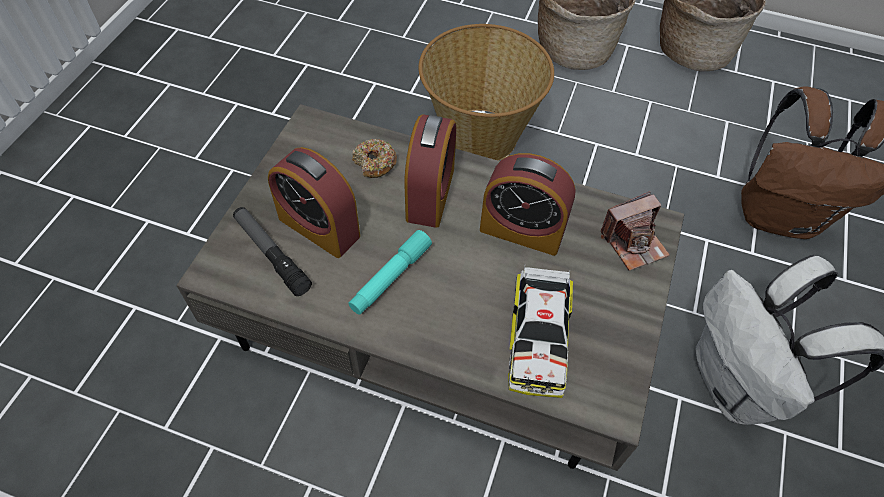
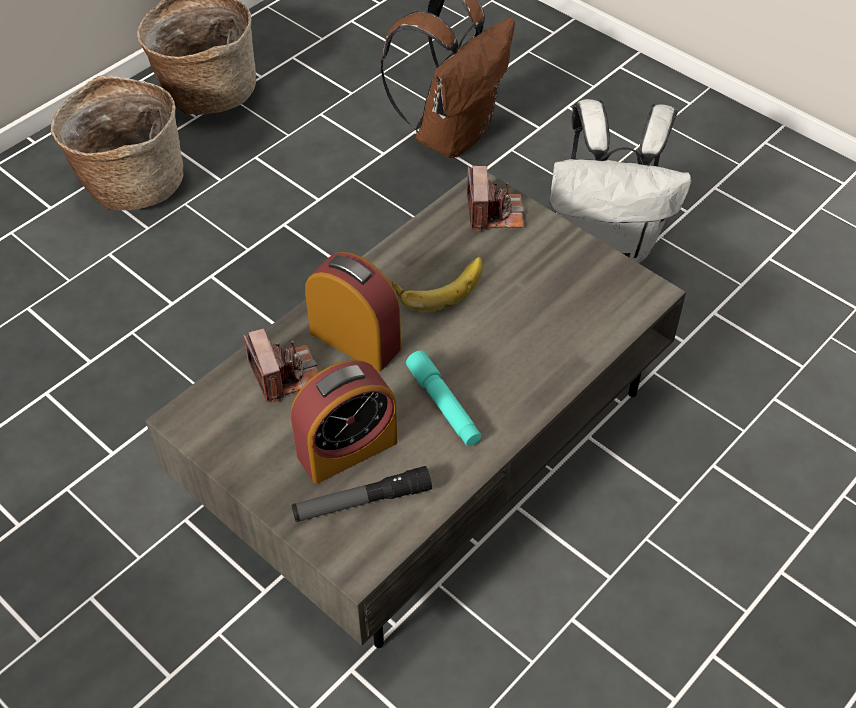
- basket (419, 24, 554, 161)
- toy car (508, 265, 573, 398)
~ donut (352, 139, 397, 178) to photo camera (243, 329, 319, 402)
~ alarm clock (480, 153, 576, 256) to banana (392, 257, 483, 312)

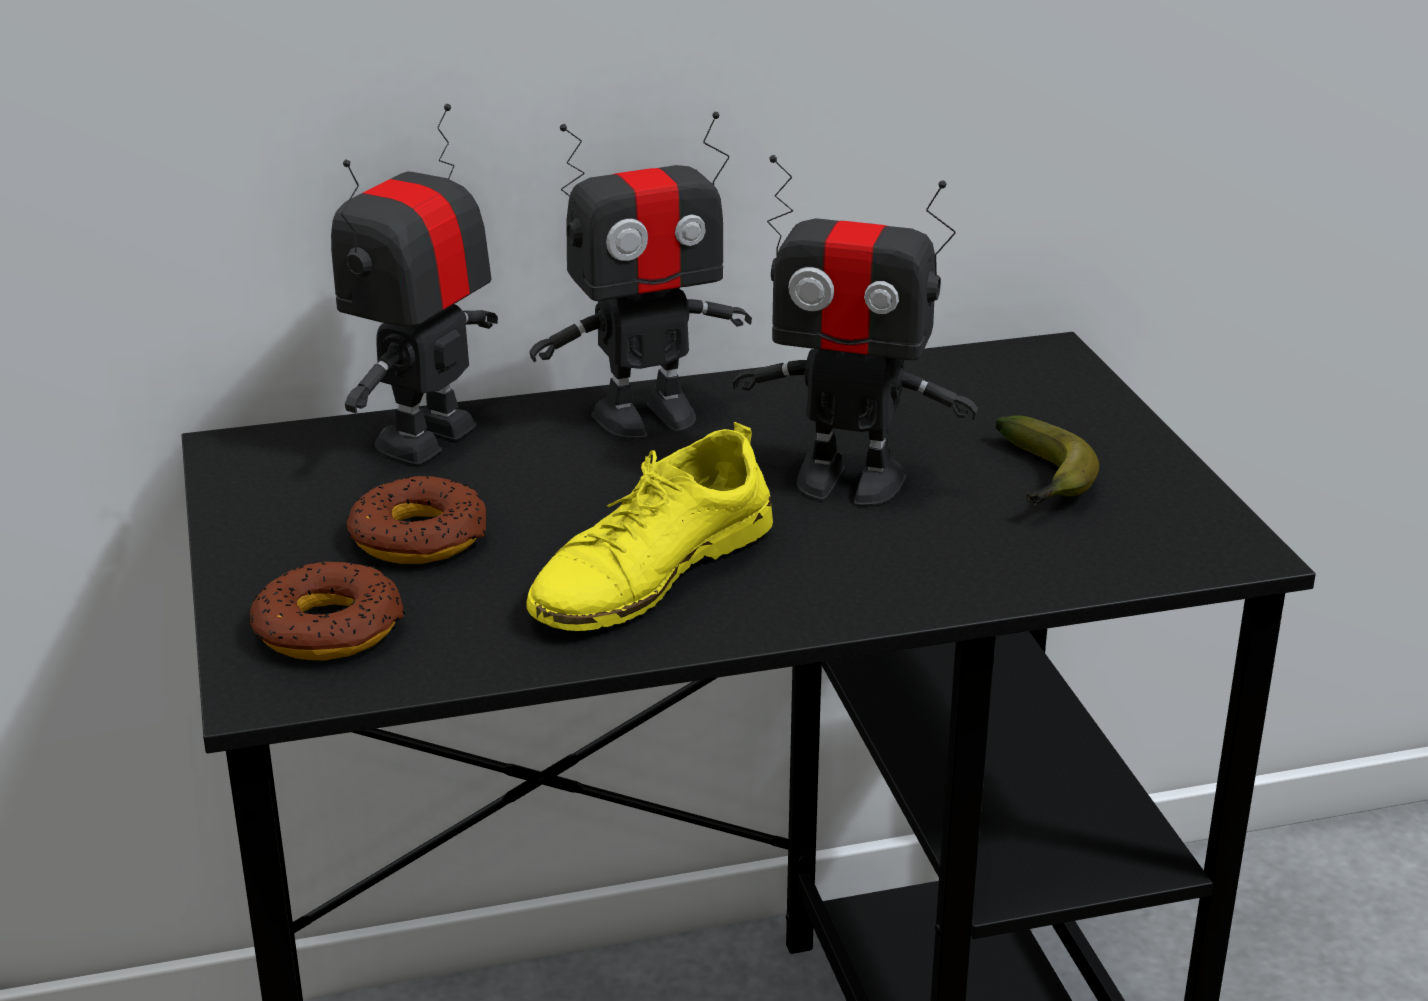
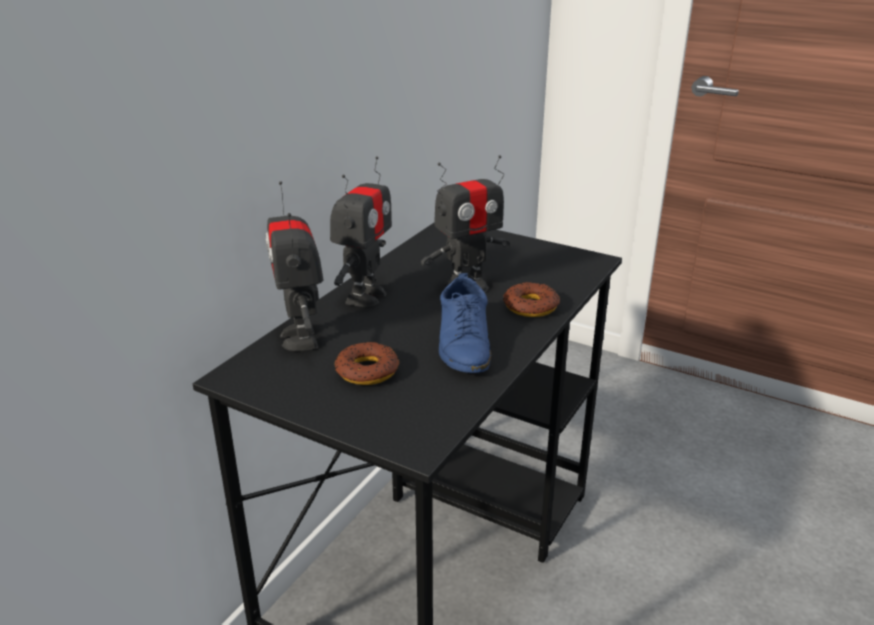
- banana (995, 415, 1099, 506)
~ donut (250, 560, 406, 660) to (503, 282, 560, 317)
~ yellow shoe (526, 422, 773, 631) to blue shoe (439, 273, 491, 373)

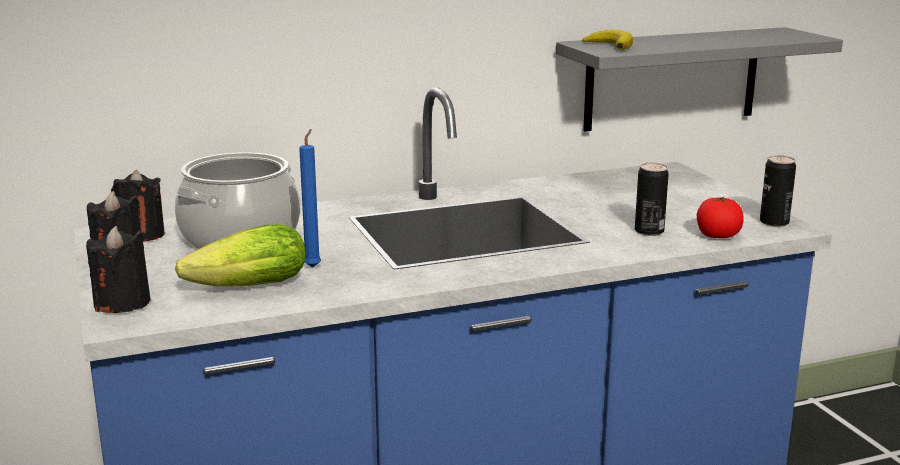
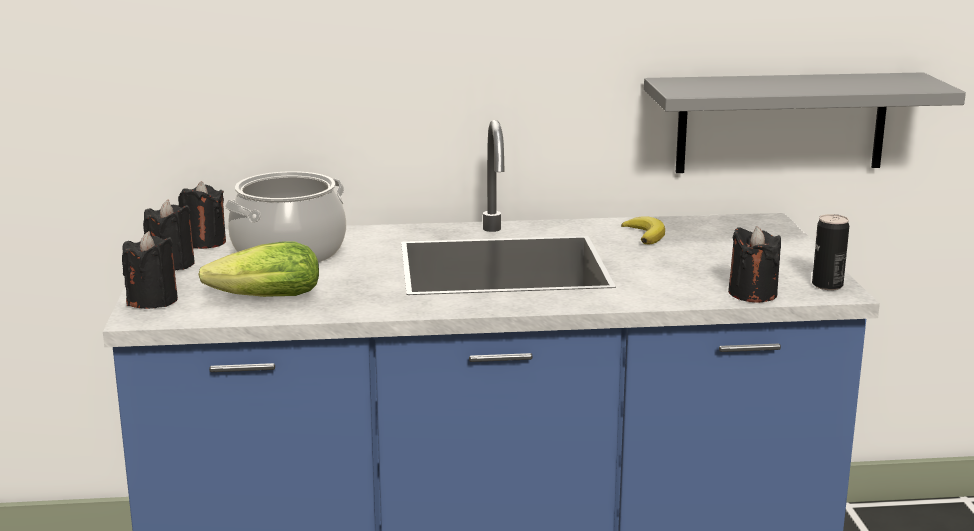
- blue candle (299, 129, 321, 268)
- can (635, 163, 669, 236)
~ banana (582, 30, 633, 50) to (621, 216, 665, 245)
~ tomato (697, 197, 744, 238) to black candle (728, 226, 781, 303)

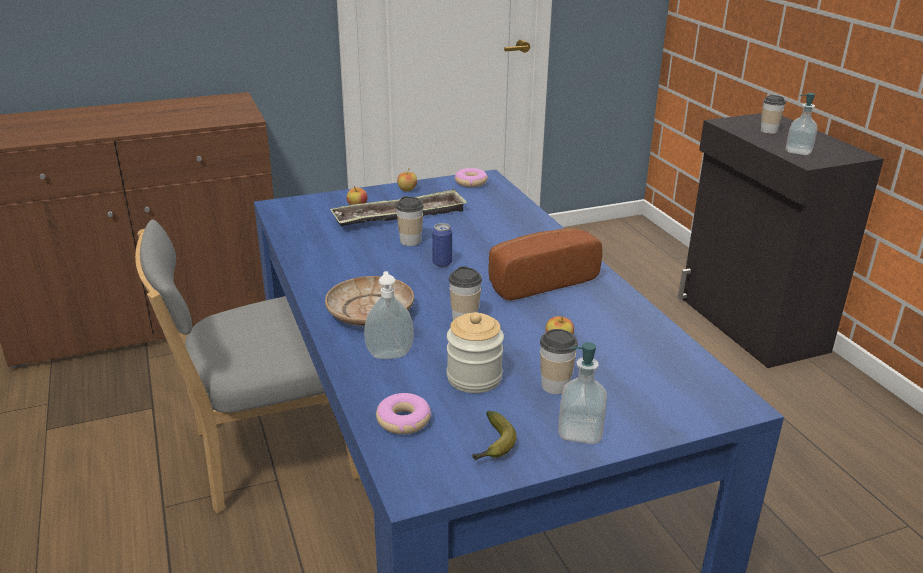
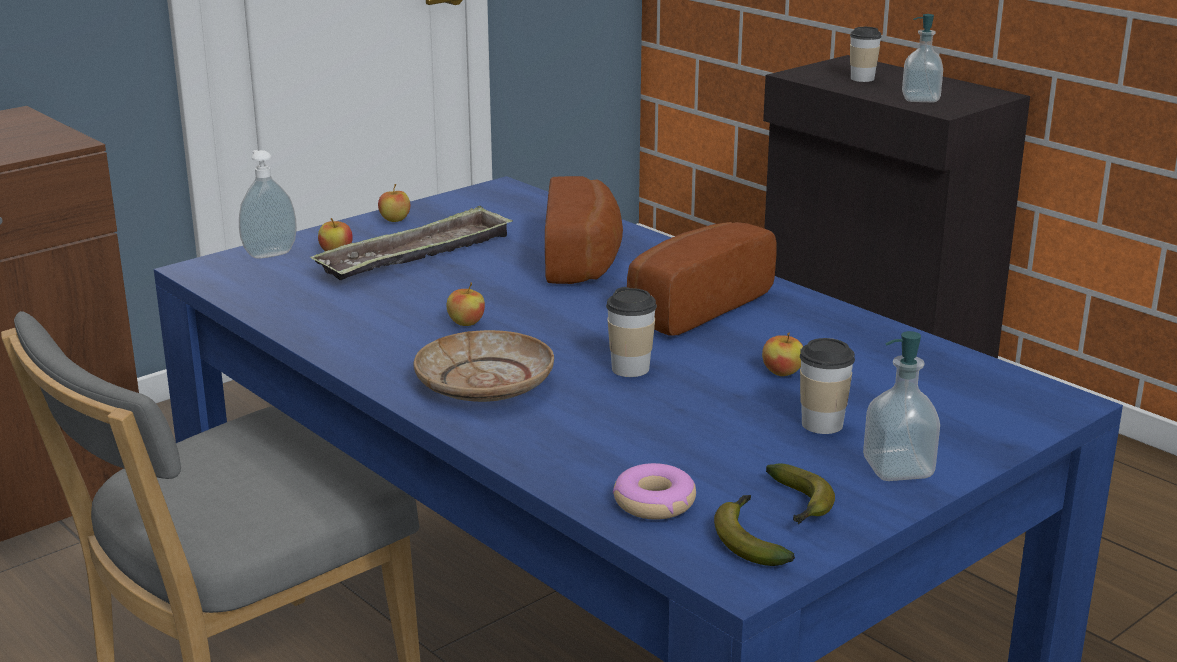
- cup (396, 196, 424, 246)
- can (432, 223, 452, 267)
- jar (447, 312, 504, 393)
- donut (455, 168, 488, 187)
+ apple (446, 282, 485, 326)
+ bread (545, 176, 623, 284)
+ banana (714, 495, 795, 566)
~ soap dispenser (364, 271, 414, 359) to (239, 150, 297, 259)

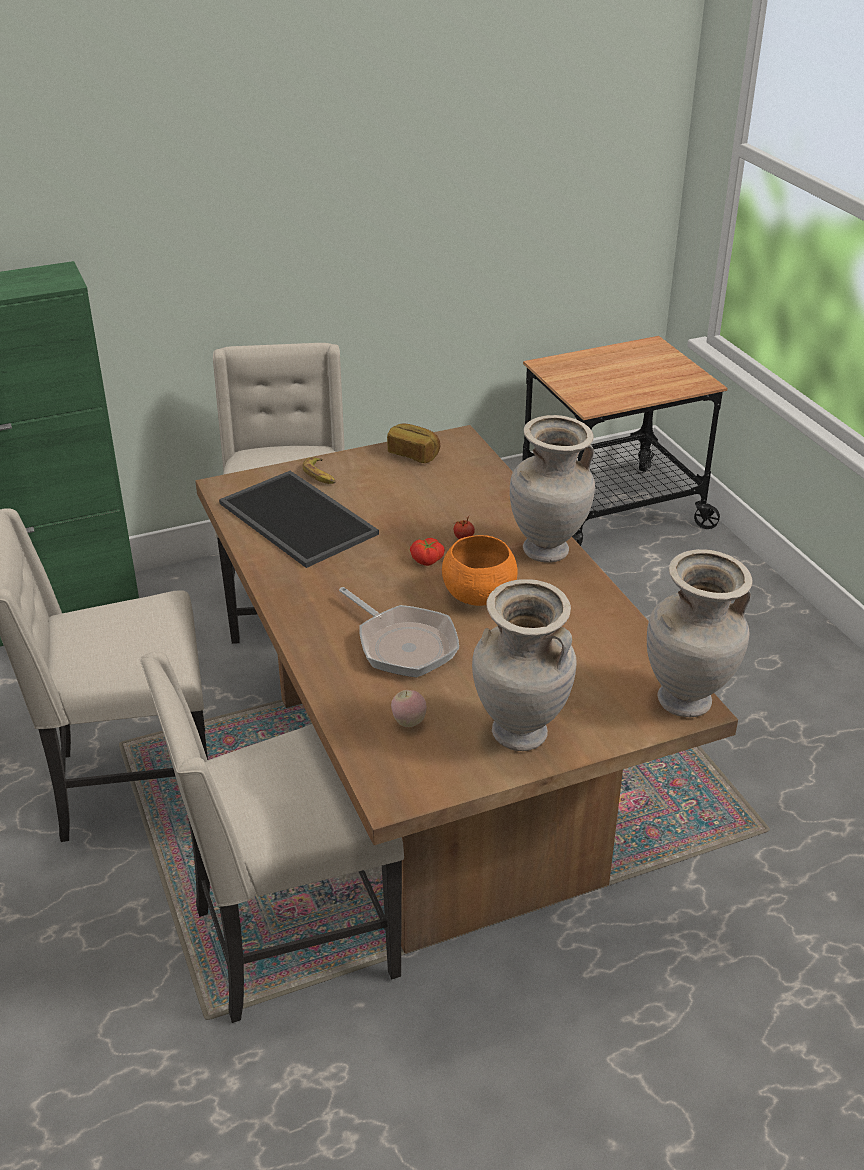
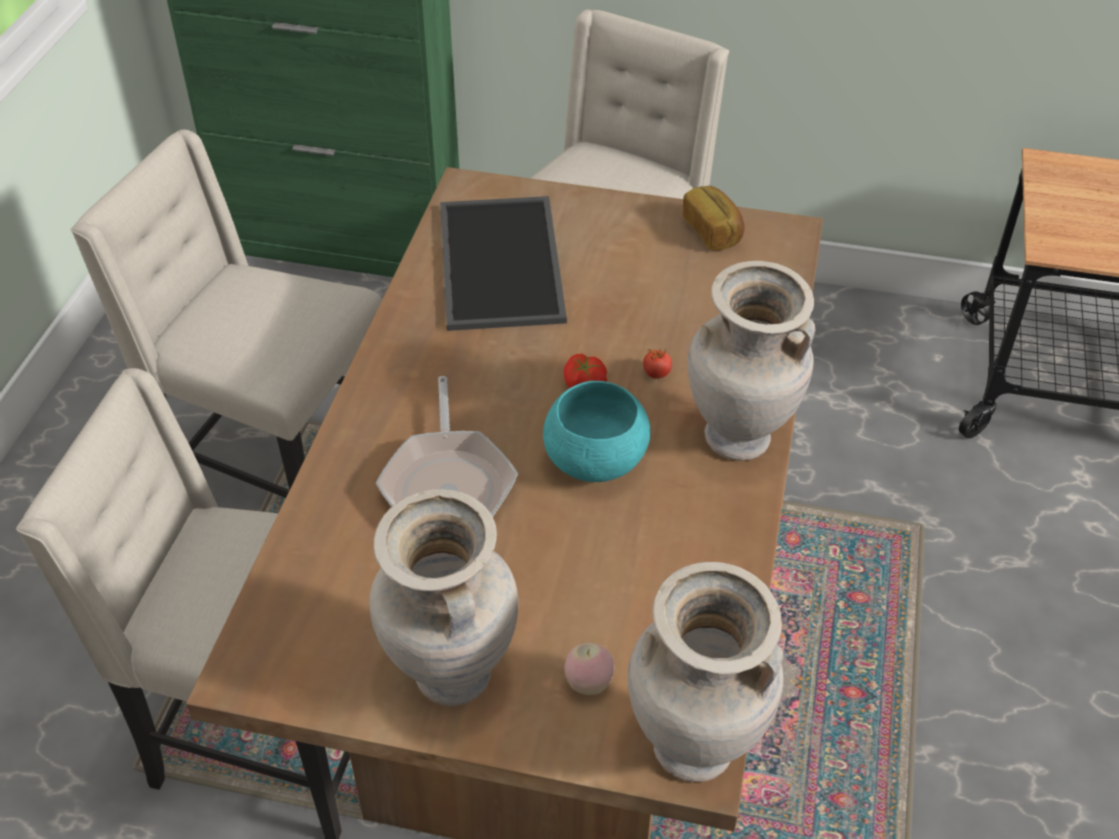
- banana (302, 457, 336, 484)
~ apple (391, 690, 427, 727) to (564, 643, 614, 695)
~ orange bowl (442, 535, 518, 606) to turquoise bowl (543, 381, 650, 482)

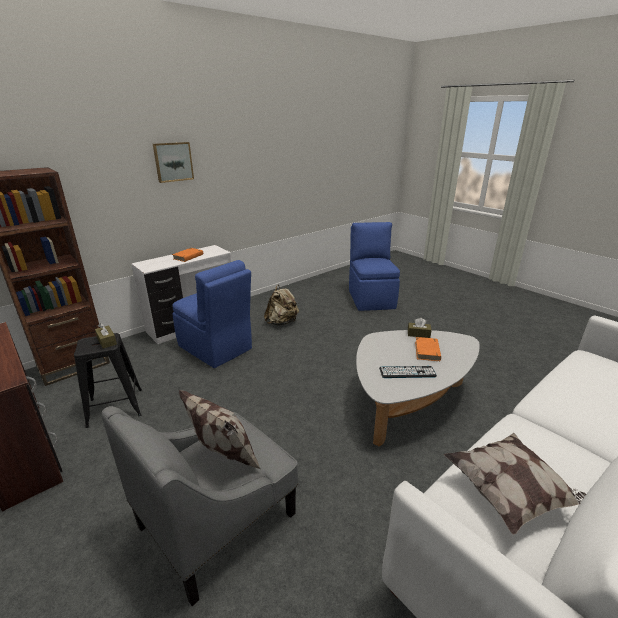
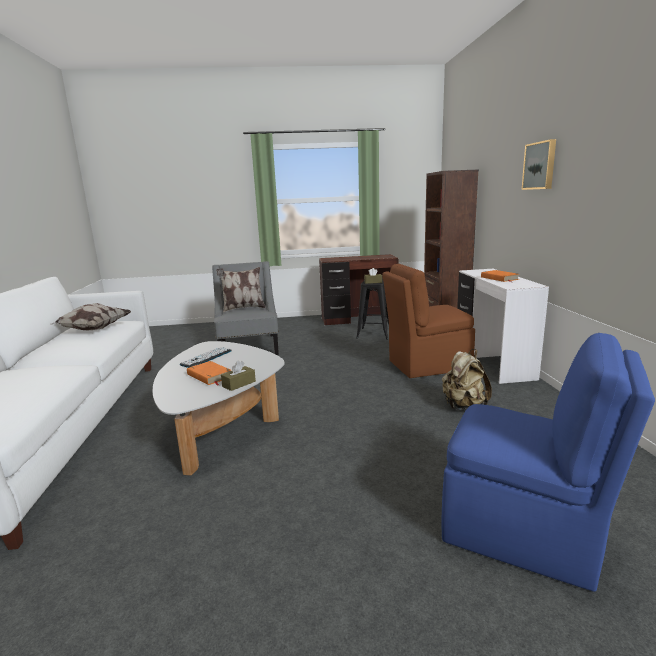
~ blue chair (172, 260, 252, 368) to brown chair (382, 264, 475, 378)

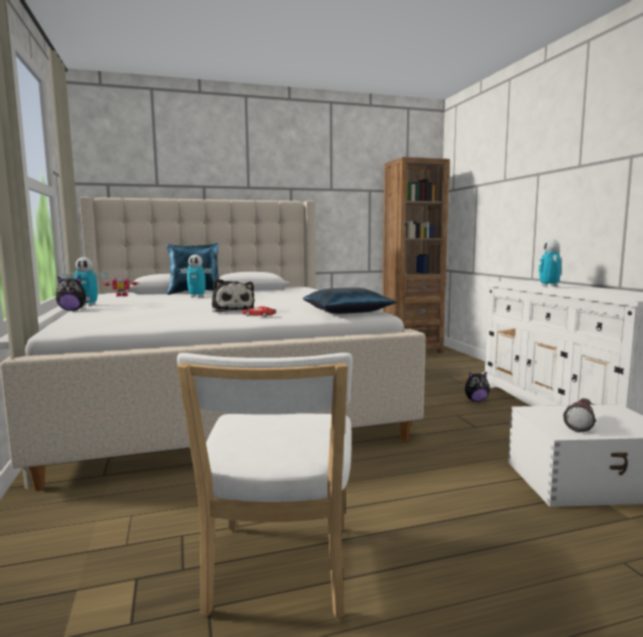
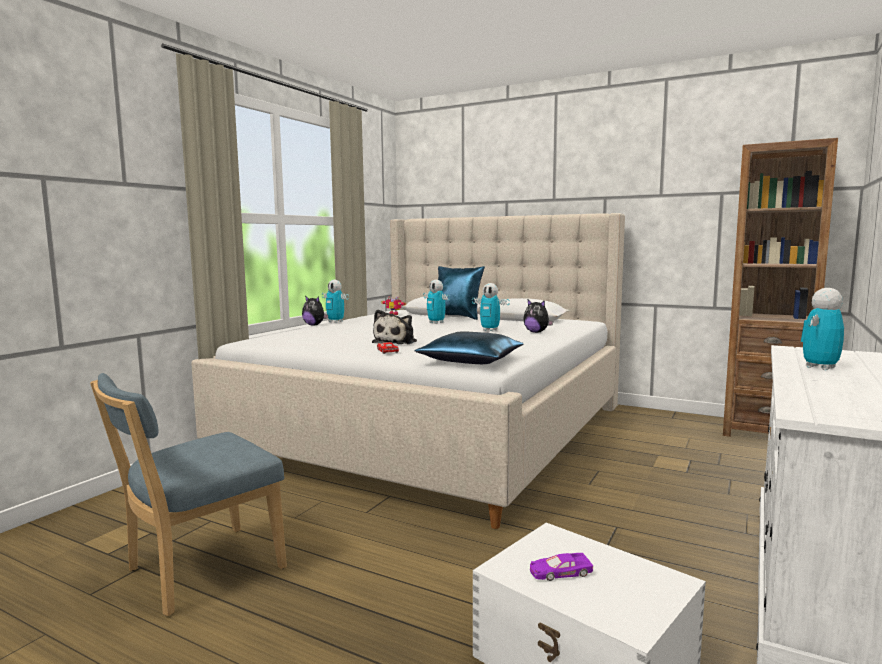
+ toy robot (472, 283, 510, 331)
~ plush toy (465, 372, 490, 402) to (523, 300, 553, 333)
~ flashlight (563, 398, 596, 432) to purple toy car (530, 553, 593, 581)
~ white chair (177, 353, 353, 618) to blue chair (90, 373, 287, 616)

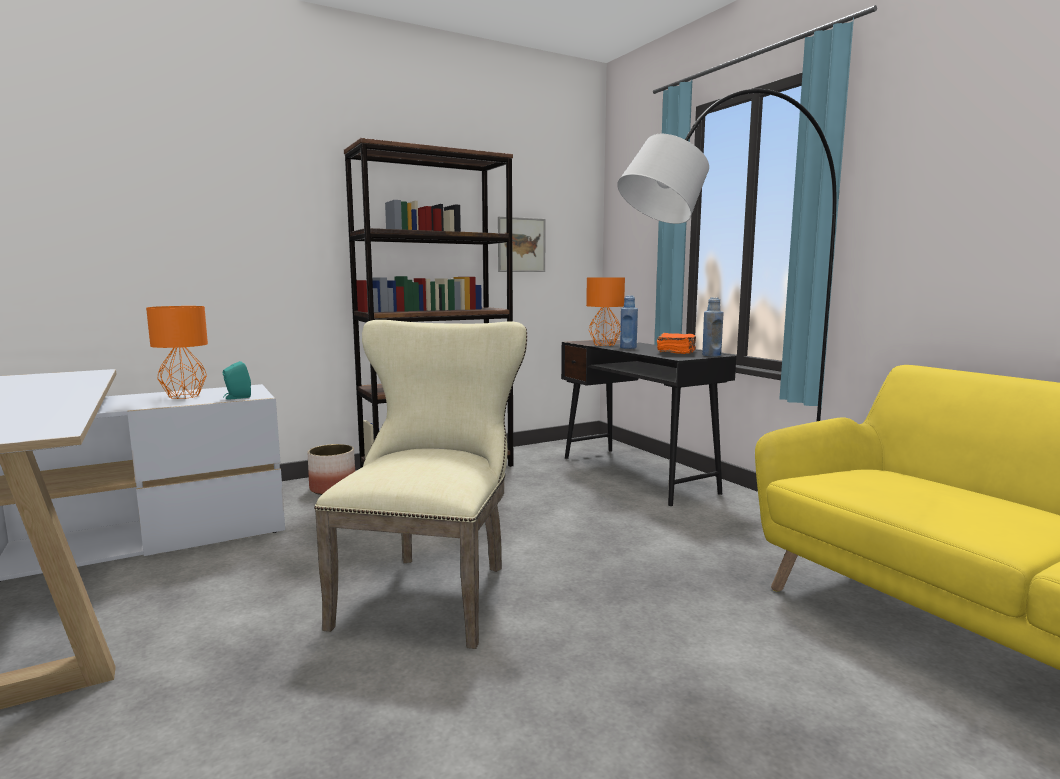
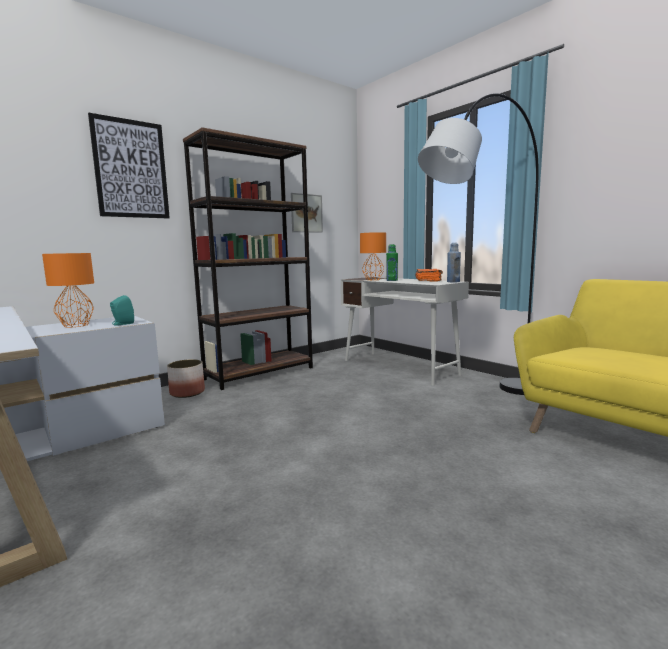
- beige chair (314, 320, 527, 649)
+ picture (88, 113, 170, 219)
~ black desk (561, 339, 736, 506) to white desk (341, 277, 469, 385)
~ blue bottle (620, 295, 638, 349) to green bottle (386, 244, 398, 281)

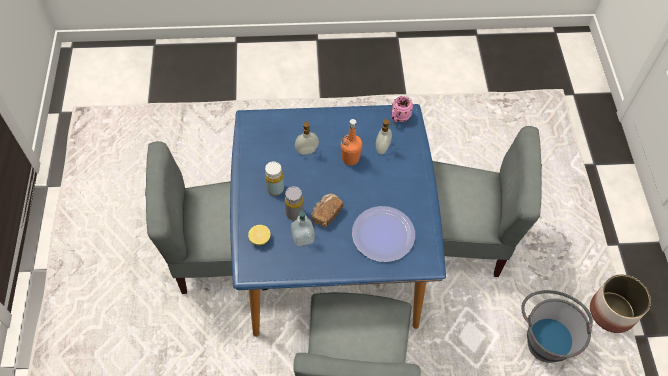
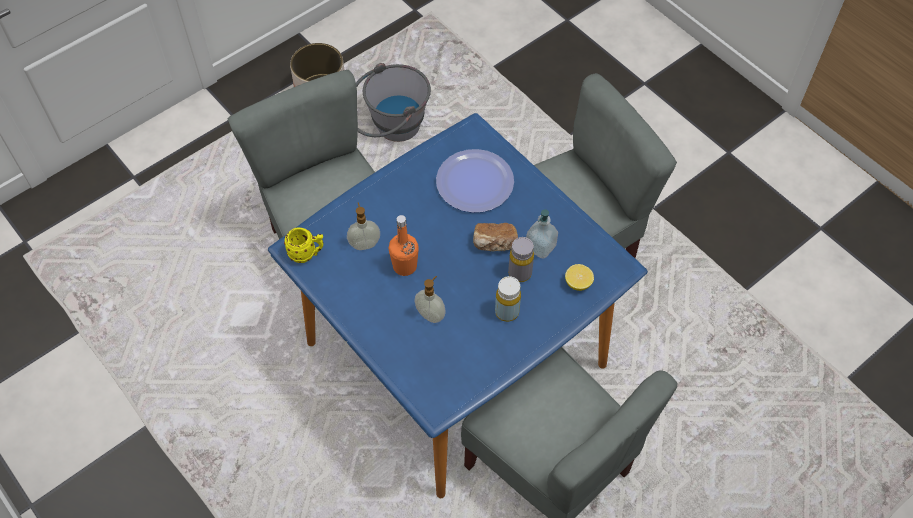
~ pink mug (392, 96, 413, 123) to yellow mug (284, 227, 323, 263)

